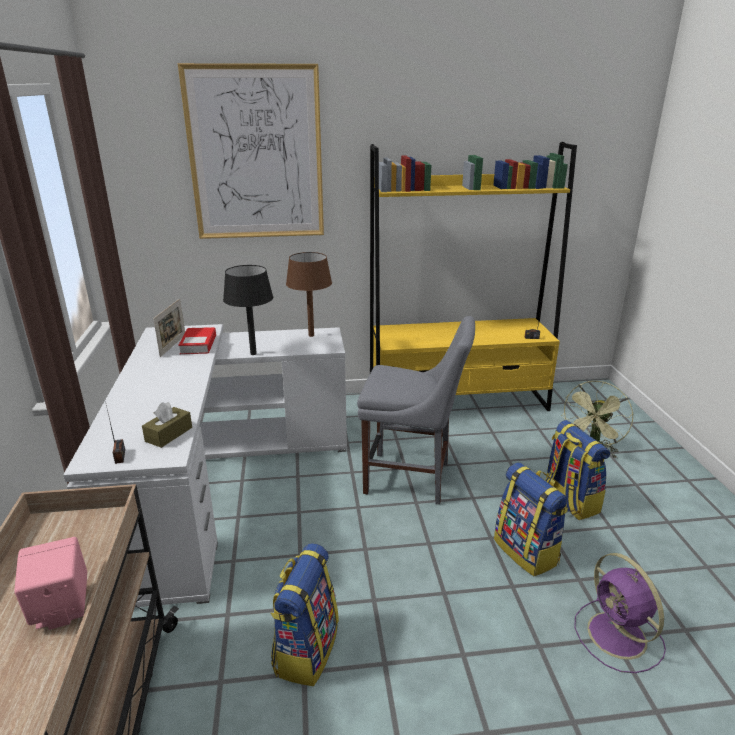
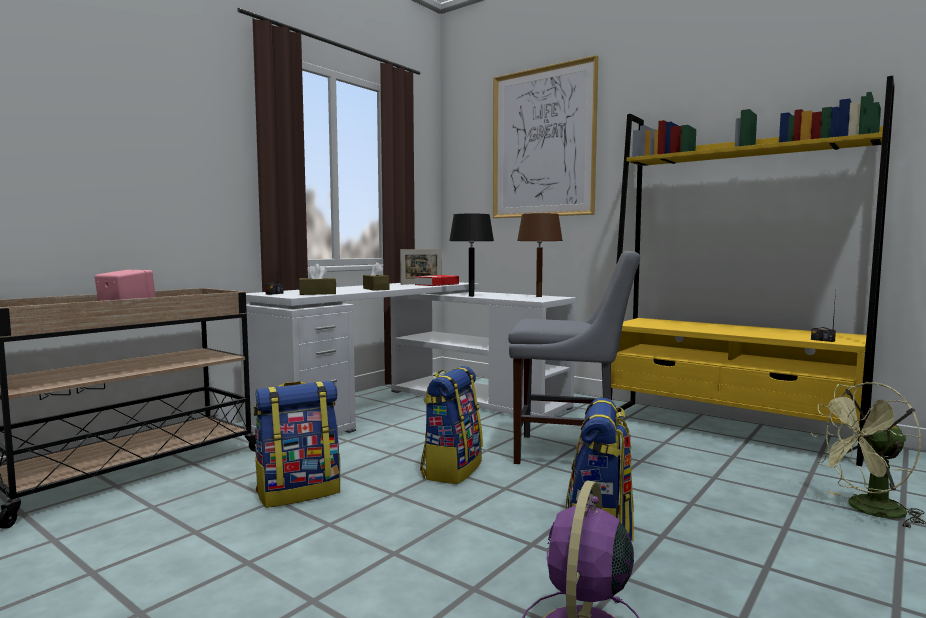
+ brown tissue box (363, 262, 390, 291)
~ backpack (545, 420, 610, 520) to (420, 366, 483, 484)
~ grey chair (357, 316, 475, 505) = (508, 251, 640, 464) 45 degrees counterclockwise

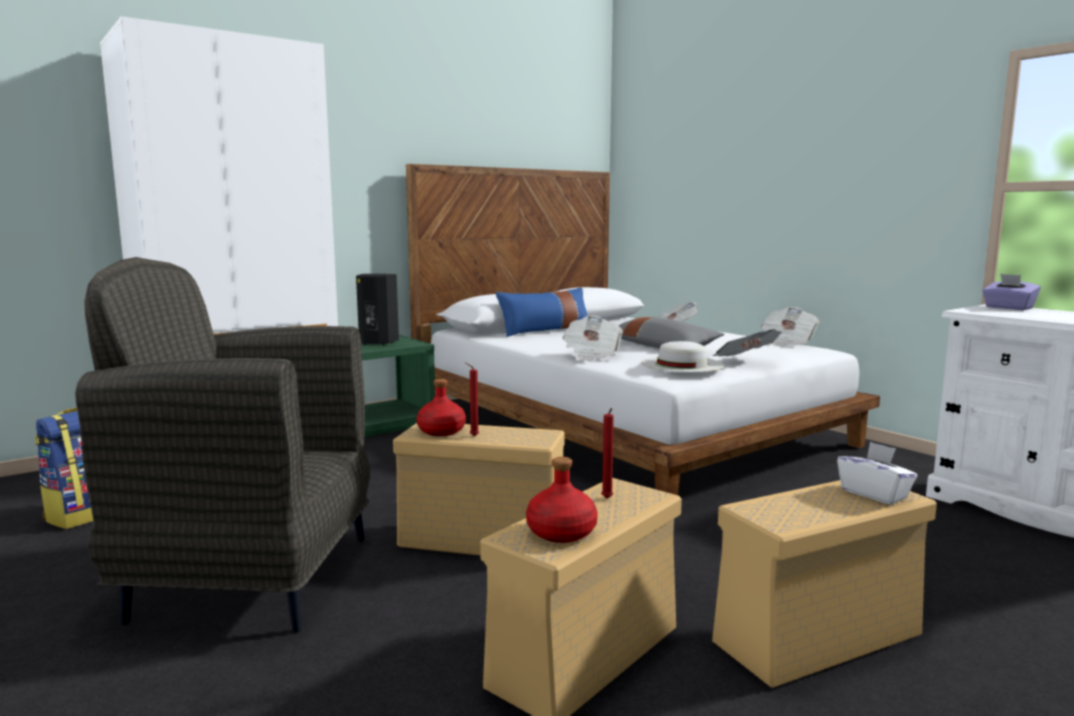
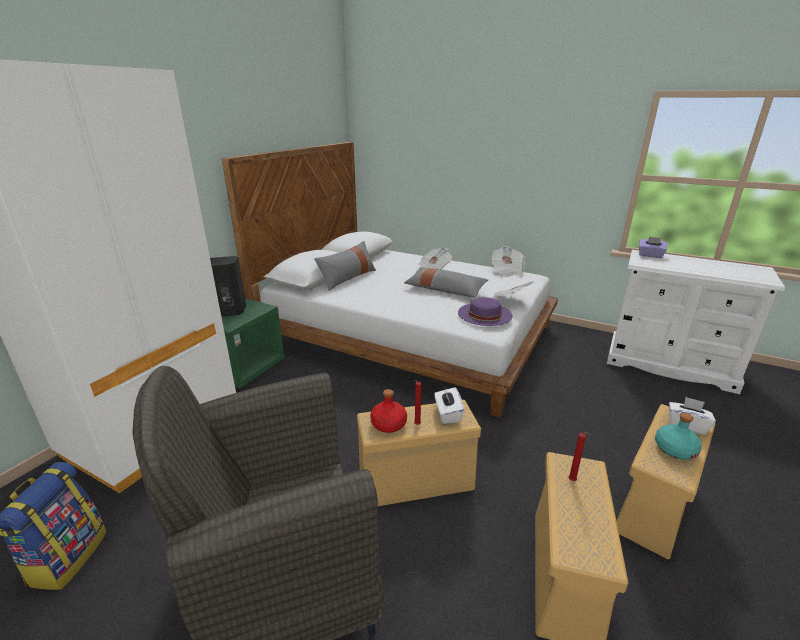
- red bottle (526, 457, 598, 543)
- newspaper (563, 316, 623, 361)
+ white tissue box (435, 387, 464, 424)
+ turquoise bottle (655, 413, 702, 460)
~ blue pillow (496, 287, 587, 337) to grey pillow (314, 241, 376, 291)
~ white hat (641, 341, 724, 373) to purple hat (458, 297, 513, 326)

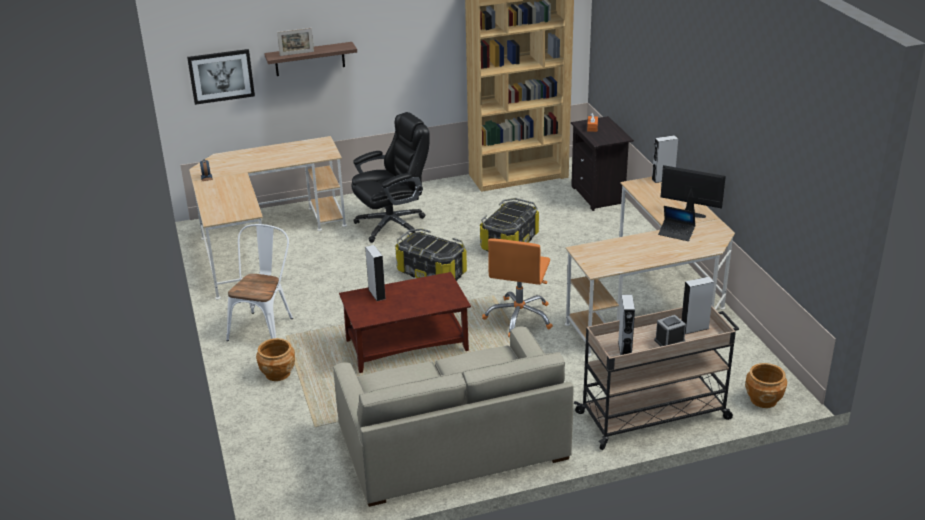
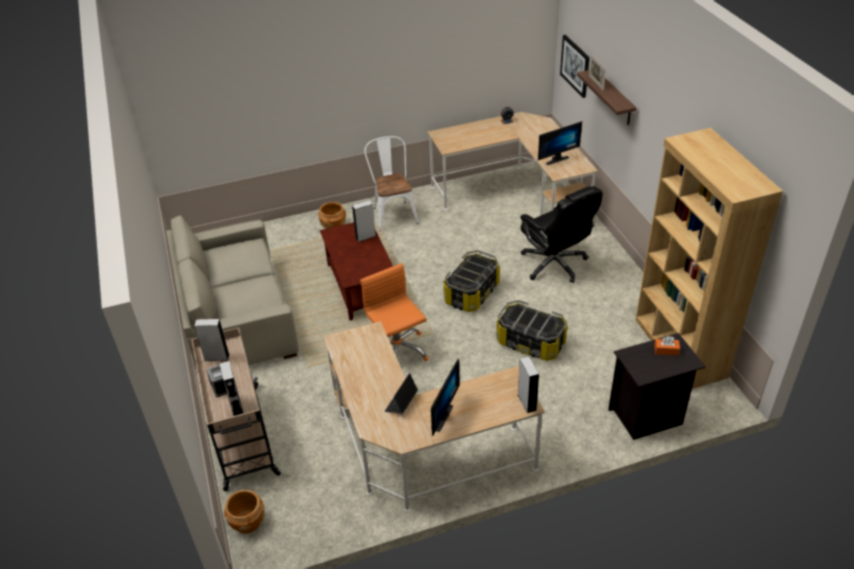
+ monitor (538, 121, 582, 165)
~ white chair (226, 224, 293, 341) = (364, 136, 419, 231) 120 degrees counterclockwise
~ orange office chair (482, 238, 553, 337) = (360, 263, 429, 361) 45 degrees clockwise

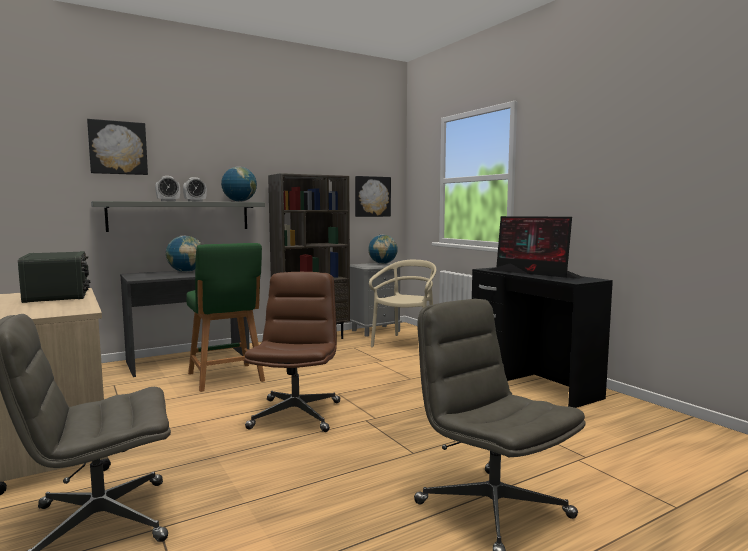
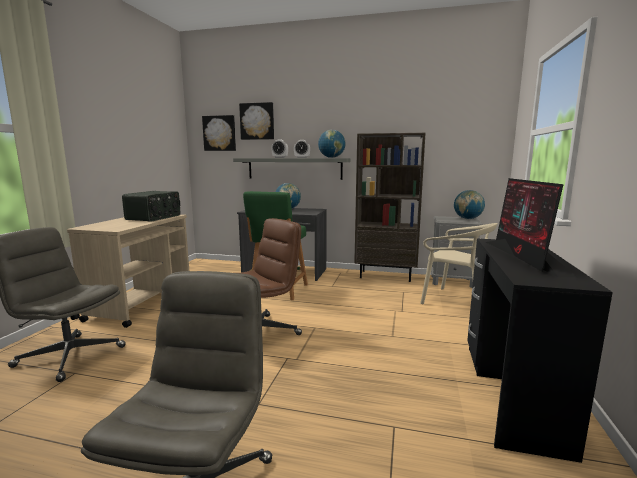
~ picture (355, 176, 391, 217) to (202, 115, 236, 151)
~ beige chair (369, 260, 436, 347) = (420, 223, 498, 304) 60 degrees clockwise

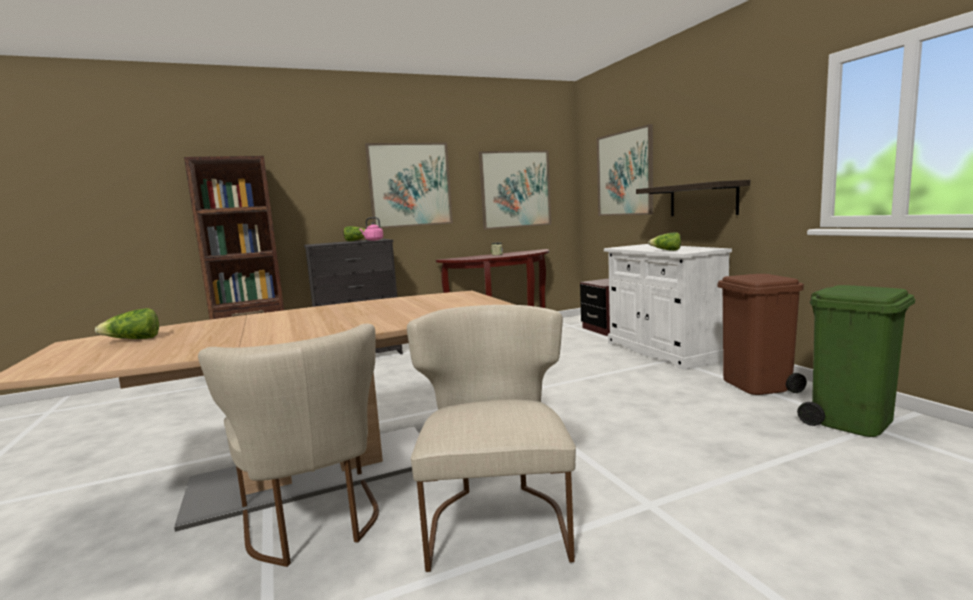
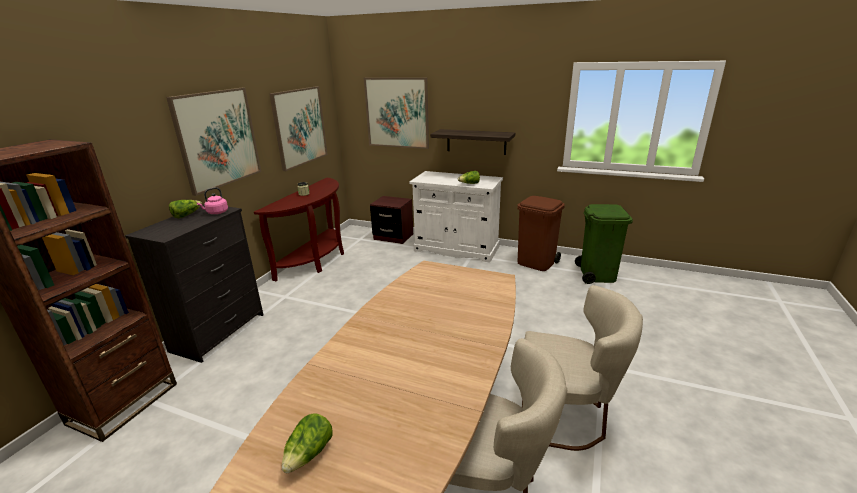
~ beige chair (407, 305, 576, 572) = (521, 285, 643, 451) 150 degrees clockwise

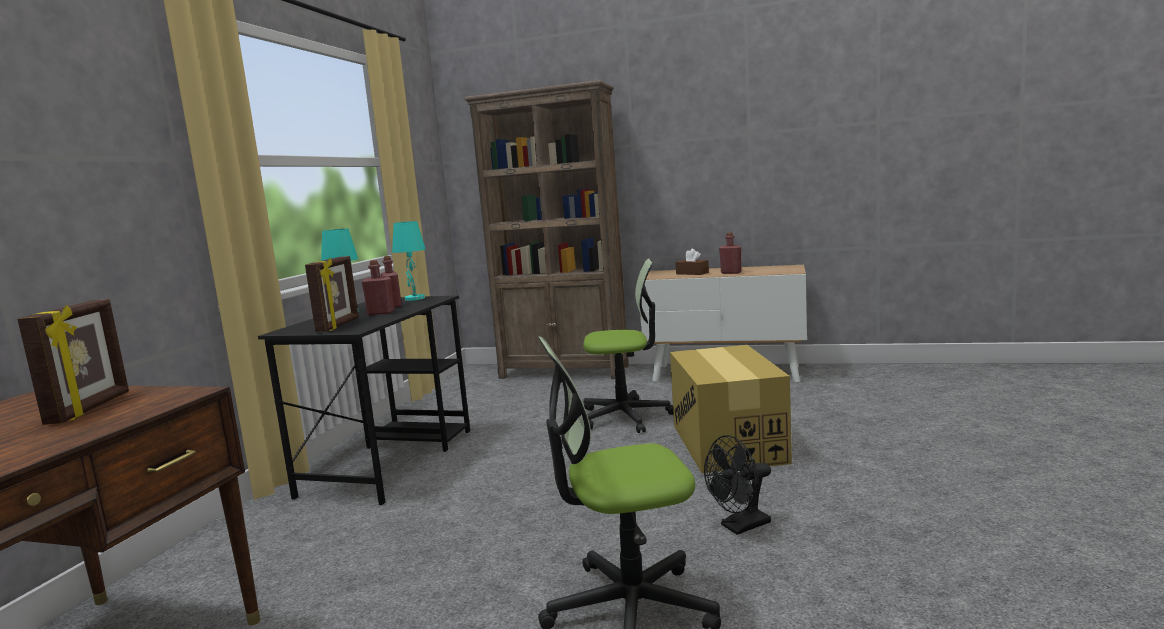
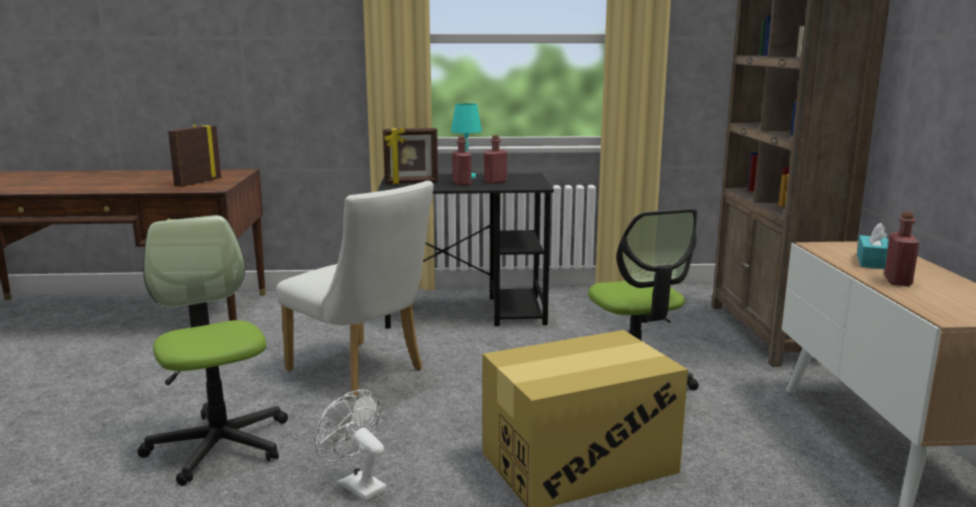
- turquoise table lamp (392, 221, 425, 301)
+ white chair (276, 181, 434, 398)
~ brown tissue box (676, 249, 709, 275) to turquoise tissue box (857, 222, 889, 269)
~ black fan (704, 435, 771, 535) to white fan (314, 390, 387, 501)
~ picture frame (17, 299, 129, 425) = (168, 124, 221, 187) 135 degrees clockwise

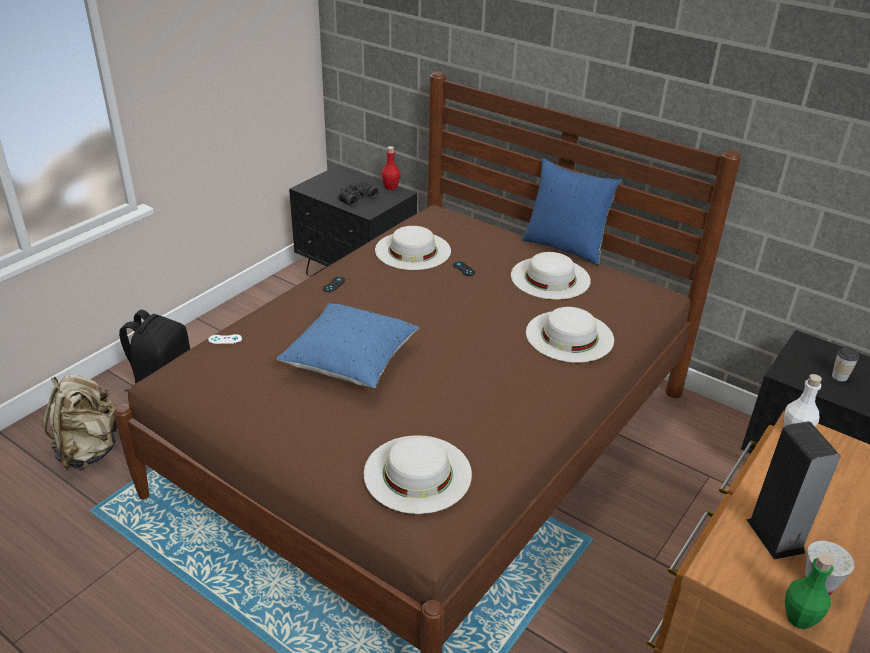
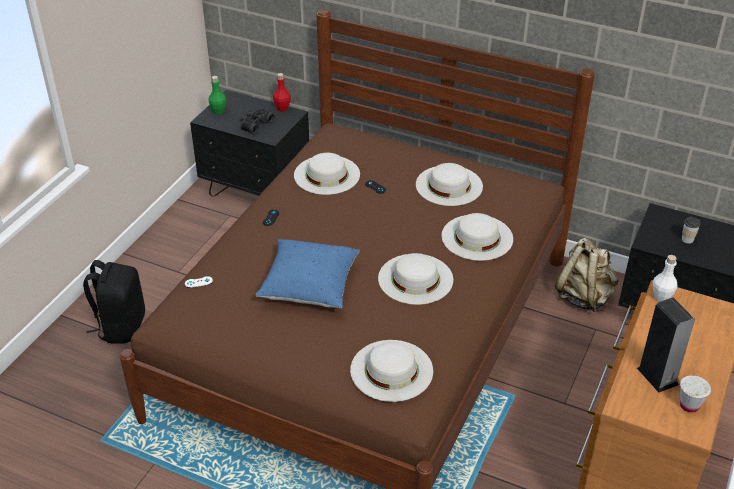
- blue pillow (522, 158, 622, 265)
+ white hat (378, 253, 453, 305)
~ beige backpack (42, 374, 117, 471) to (555, 238, 619, 312)
~ green bottle (785, 553, 834, 629) to (209, 76, 226, 114)

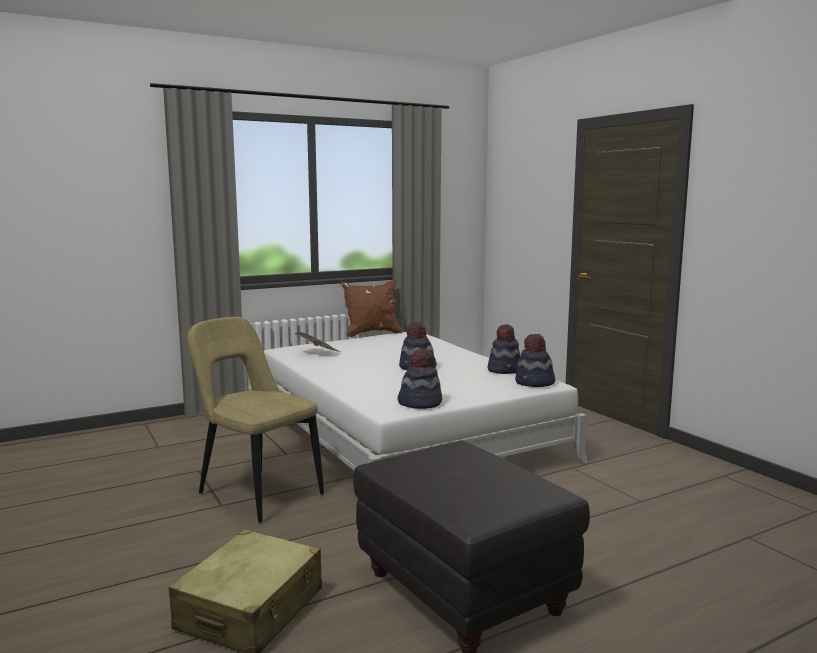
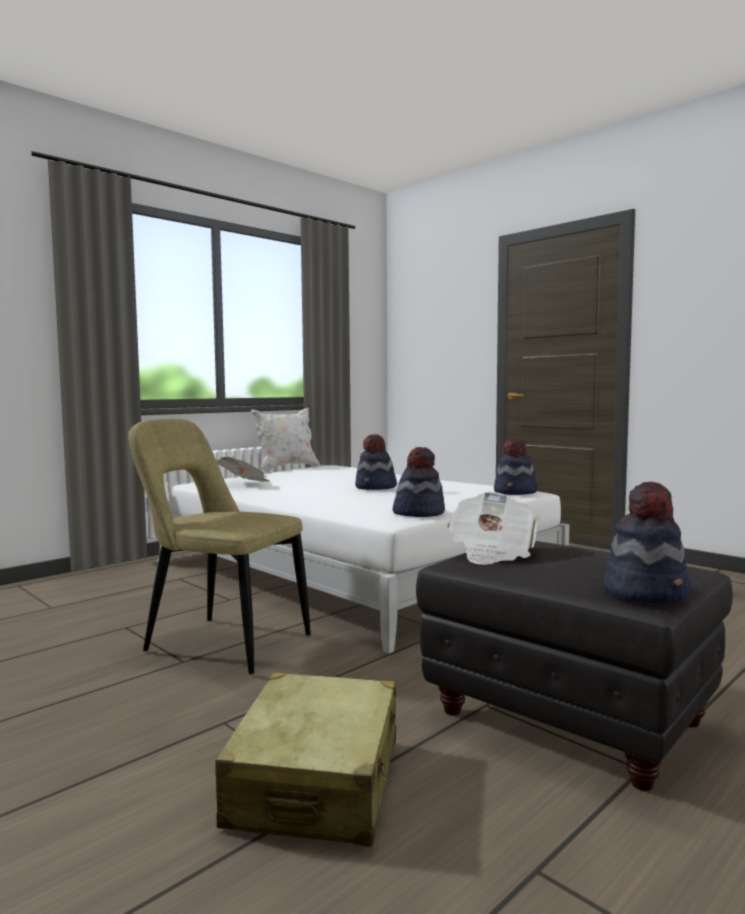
+ newspaper (447, 492, 540, 565)
~ hat (488, 324, 520, 374) to (604, 481, 691, 603)
~ brown pillow (340, 279, 402, 337) to white pillow (251, 408, 320, 471)

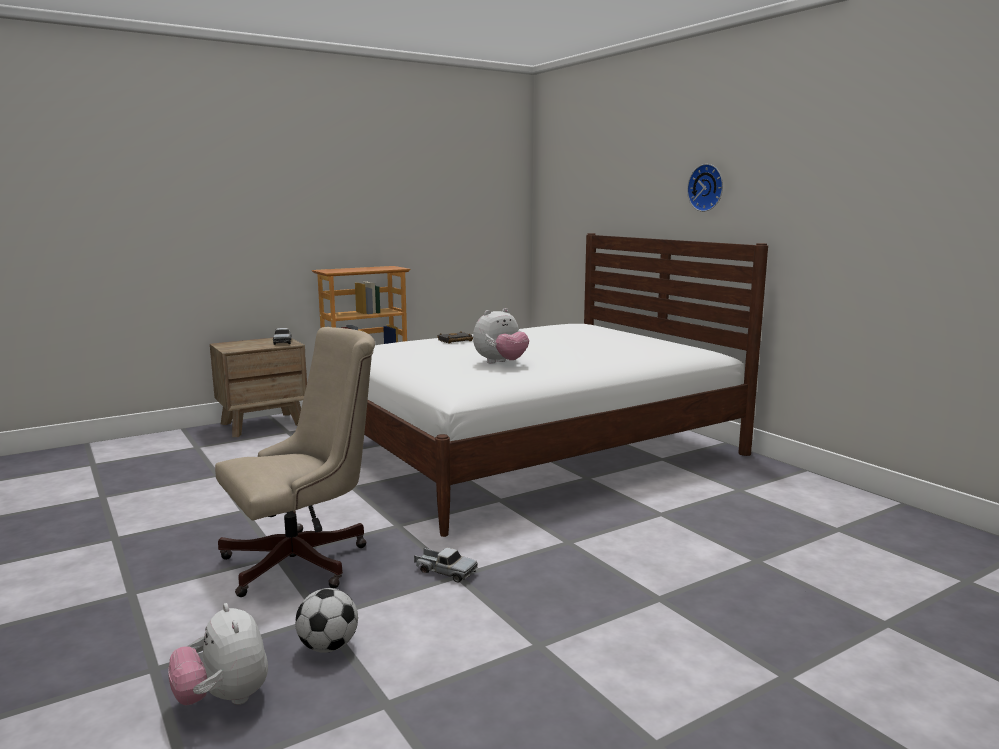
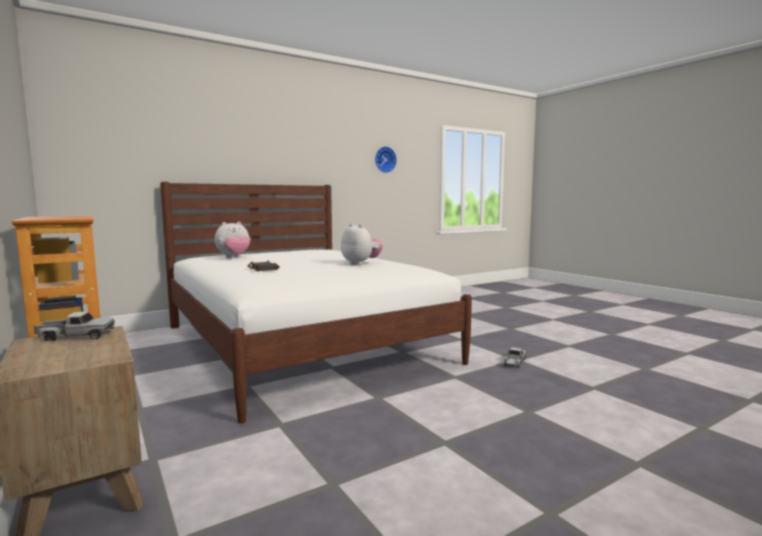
- beige office chair (215, 327, 375, 597)
- football (295, 588, 358, 653)
~ plush toy (168, 603, 268, 706) to (215, 222, 250, 258)
~ wall clock (687, 164, 723, 212) to (375, 146, 397, 173)

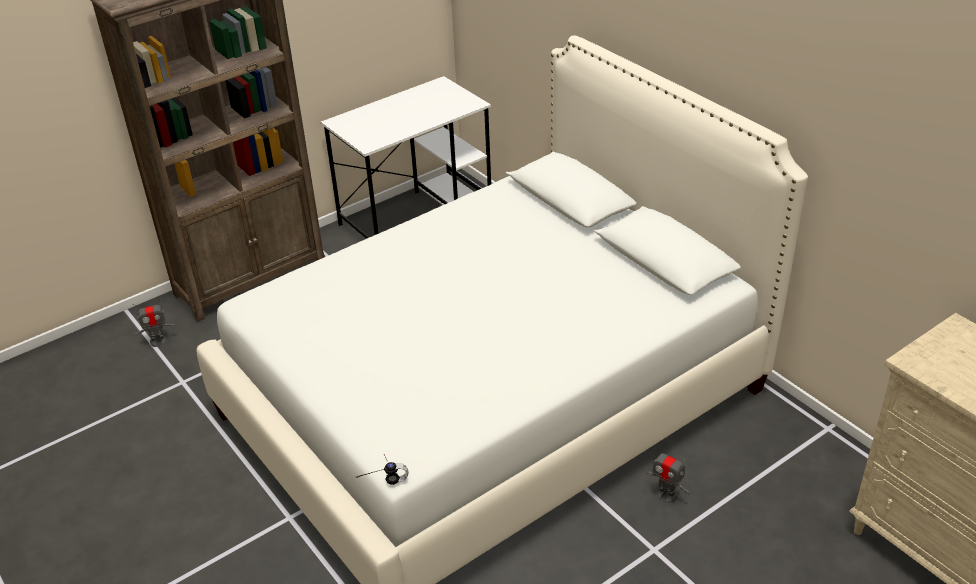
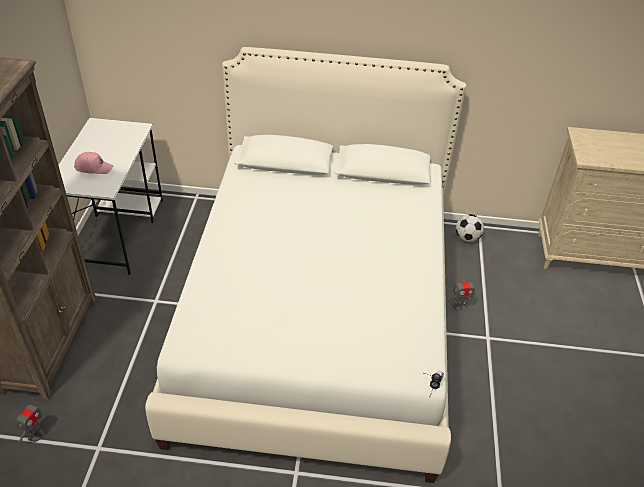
+ pink cap (74, 152, 113, 174)
+ football (456, 214, 484, 242)

